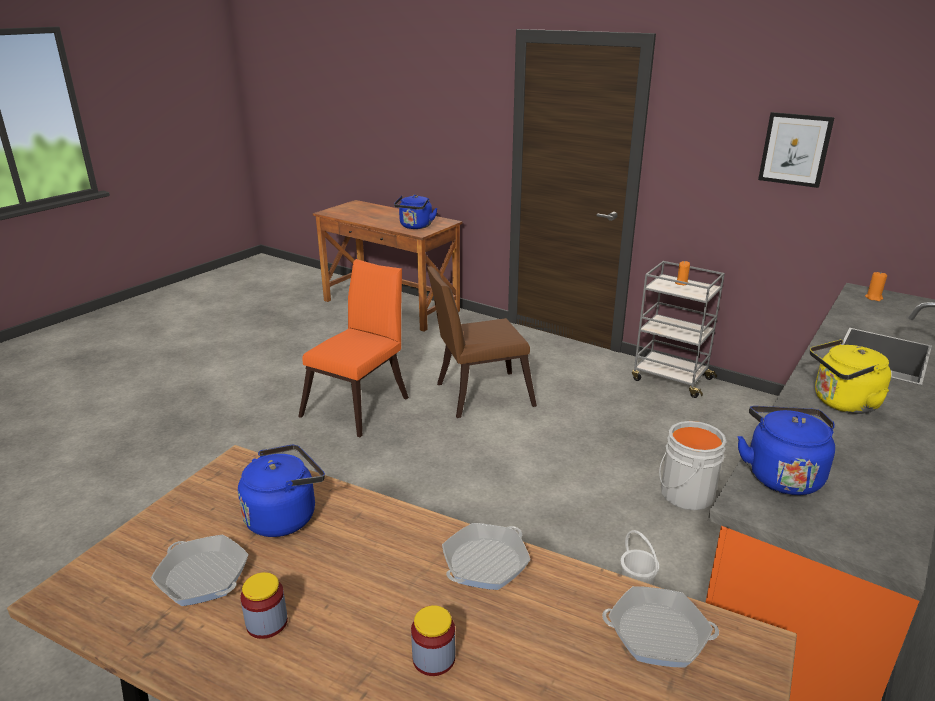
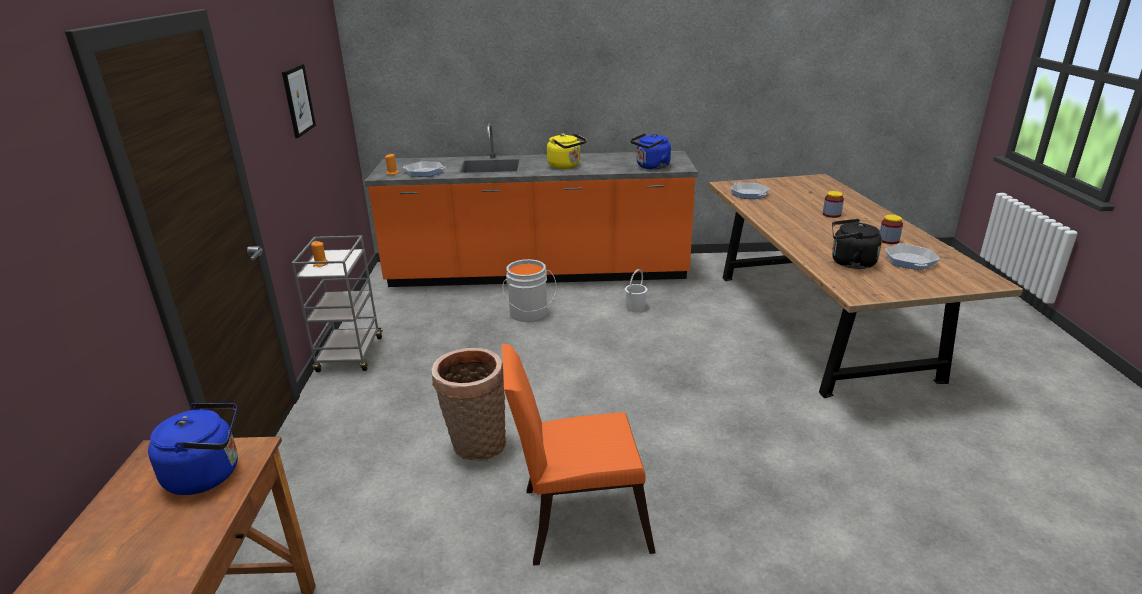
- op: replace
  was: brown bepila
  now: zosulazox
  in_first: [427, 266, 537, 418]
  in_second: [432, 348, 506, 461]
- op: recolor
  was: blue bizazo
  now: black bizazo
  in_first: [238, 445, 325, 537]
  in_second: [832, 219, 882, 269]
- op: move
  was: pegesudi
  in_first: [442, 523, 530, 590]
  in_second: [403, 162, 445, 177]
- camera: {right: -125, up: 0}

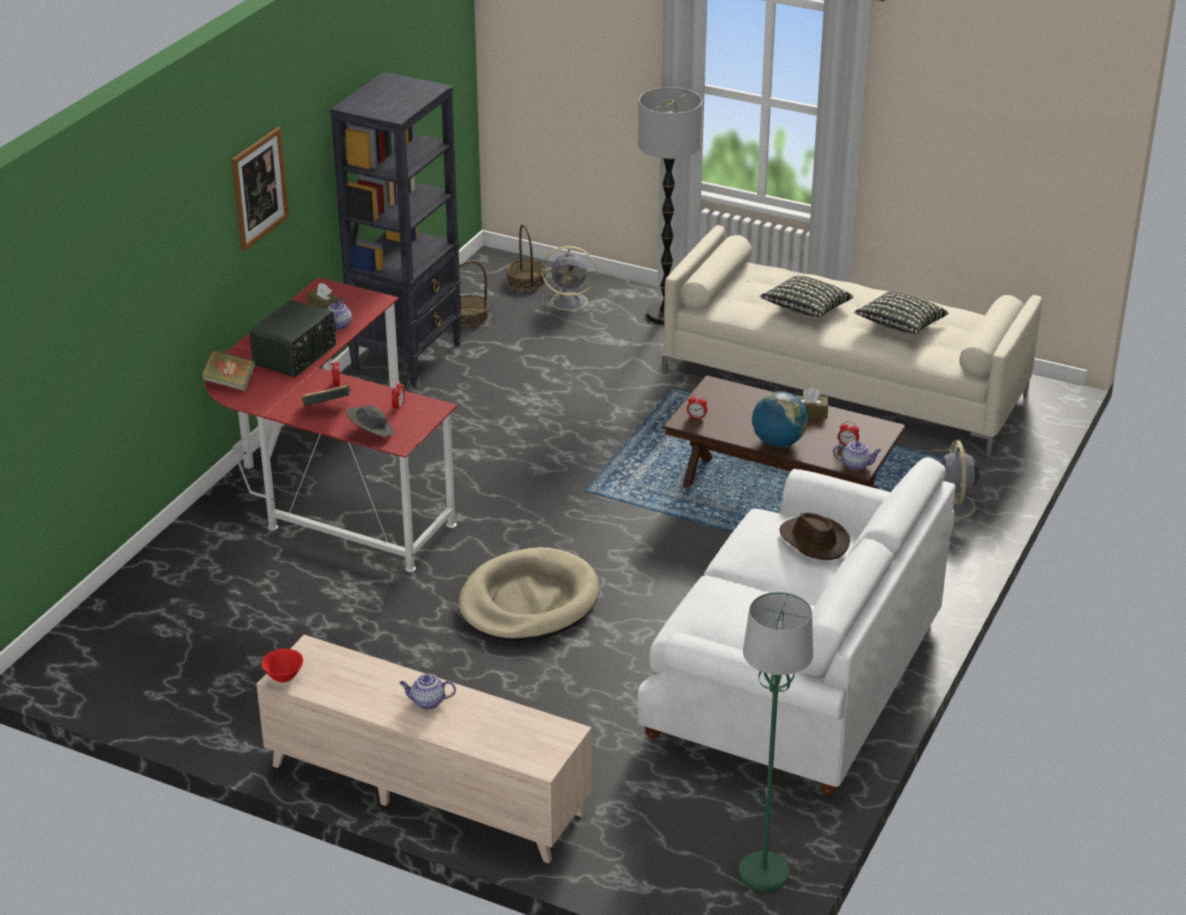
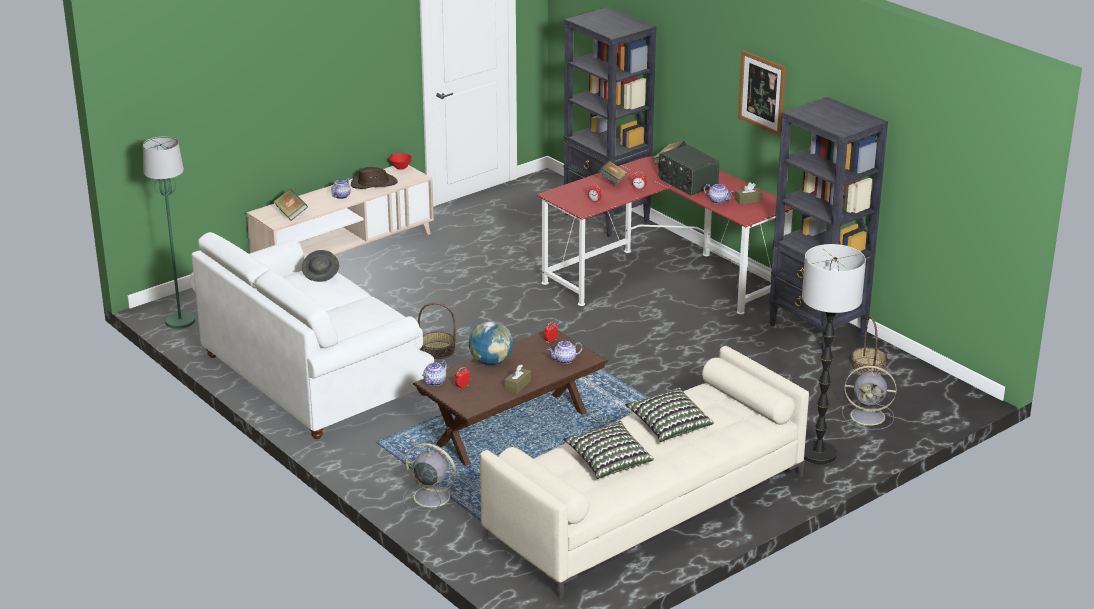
- op: move
  was: zosulazox
  in_first: [507, 224, 546, 291]
  in_second: [418, 303, 456, 359]
- op: rotate
  was: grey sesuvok
  in_first: [542, 246, 597, 315]
  in_second: [842, 366, 897, 430]
  clockwise: -105
- op: move
  was: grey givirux
  in_first: [346, 405, 394, 437]
  in_second: [302, 250, 339, 282]
- op: move
  was: brown givirux
  in_first: [780, 513, 850, 560]
  in_second: [351, 167, 398, 189]
- op: delete
  was: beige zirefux
  in_first: [458, 547, 599, 641]
- op: insert
  now: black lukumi
  in_second: [564, 7, 656, 237]
- op: insert
  now: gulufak
  in_second: [273, 189, 308, 221]
- op: insert
  now: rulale
  in_second: [547, 341, 583, 364]
- camera: {right: 115, up: -5}

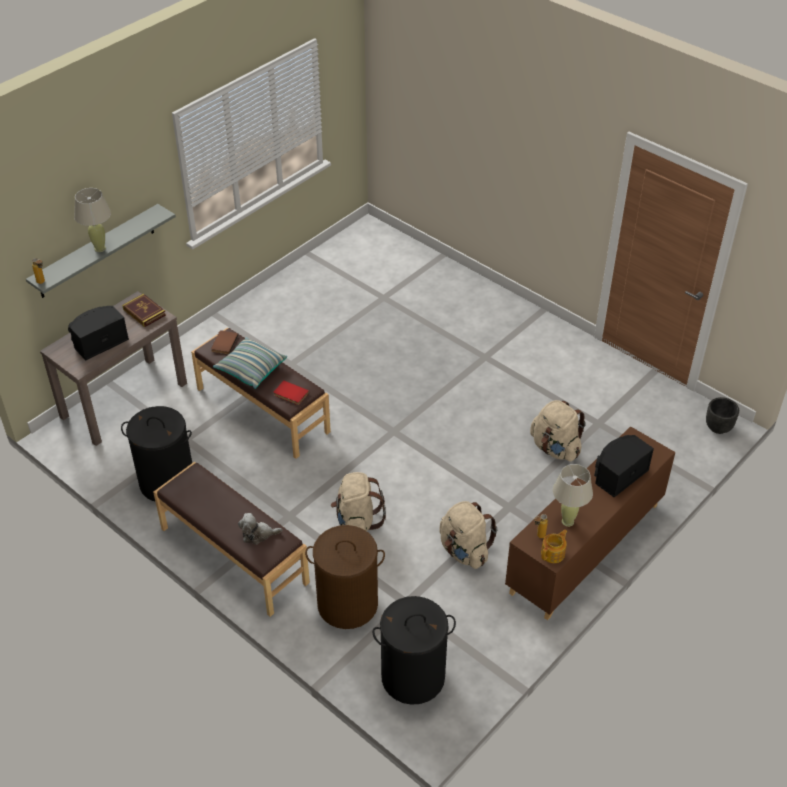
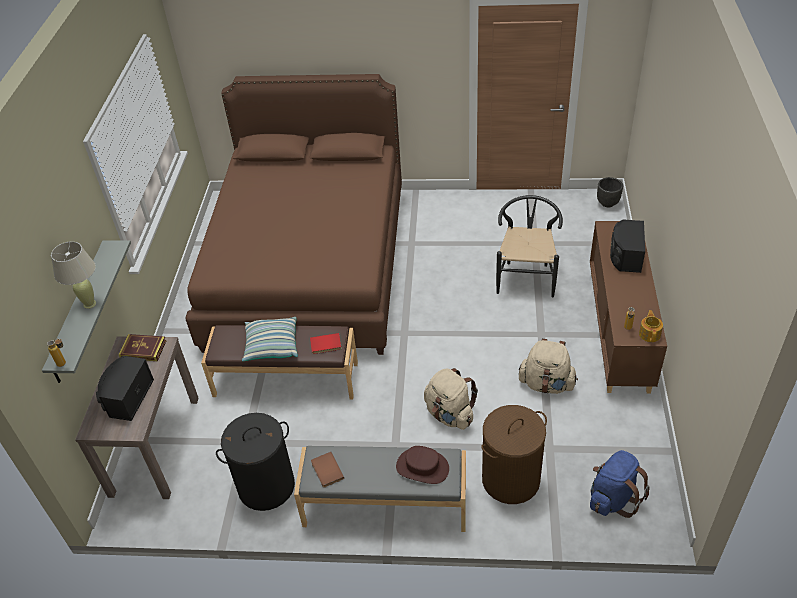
- op: move
  was: brown gulufak
  in_first: [211, 330, 238, 355]
  in_second: [311, 452, 344, 487]
- op: replace
  was: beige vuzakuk
  now: black bepila
  in_first: [530, 400, 586, 462]
  in_second: [496, 195, 563, 298]
- op: recolor
  was: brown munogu
  now: grey munogu
  in_first: [153, 462, 310, 617]
  in_second: [294, 446, 466, 532]
- op: delete
  was: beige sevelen
  in_first: [553, 464, 593, 527]
- op: replace
  was: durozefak
  now: brown givirux
  in_first: [238, 513, 282, 545]
  in_second: [396, 446, 449, 484]
- op: replace
  was: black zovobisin
  now: blue vuzakuk
  in_first: [373, 596, 456, 705]
  in_second: [590, 450, 650, 518]
- op: insert
  now: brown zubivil
  in_second: [185, 74, 402, 355]
- camera: {right: -35, up: 0}

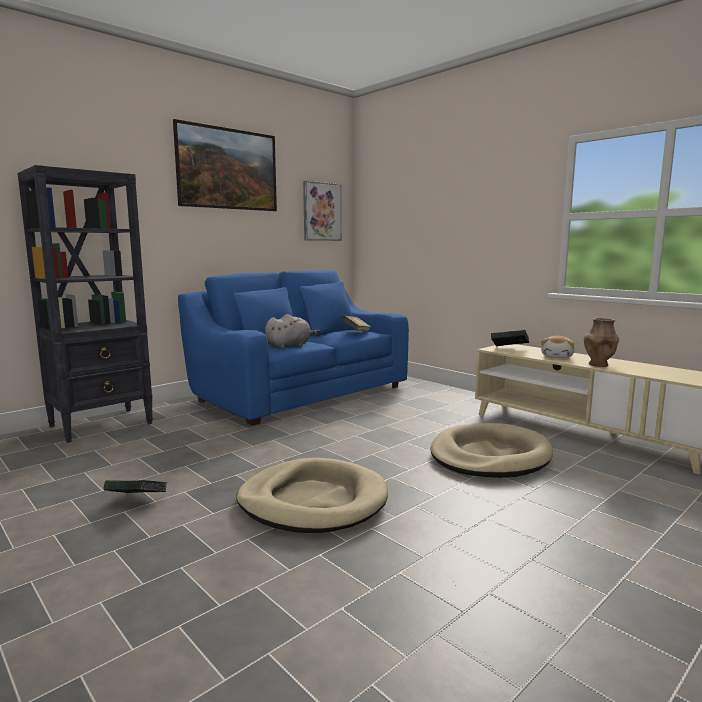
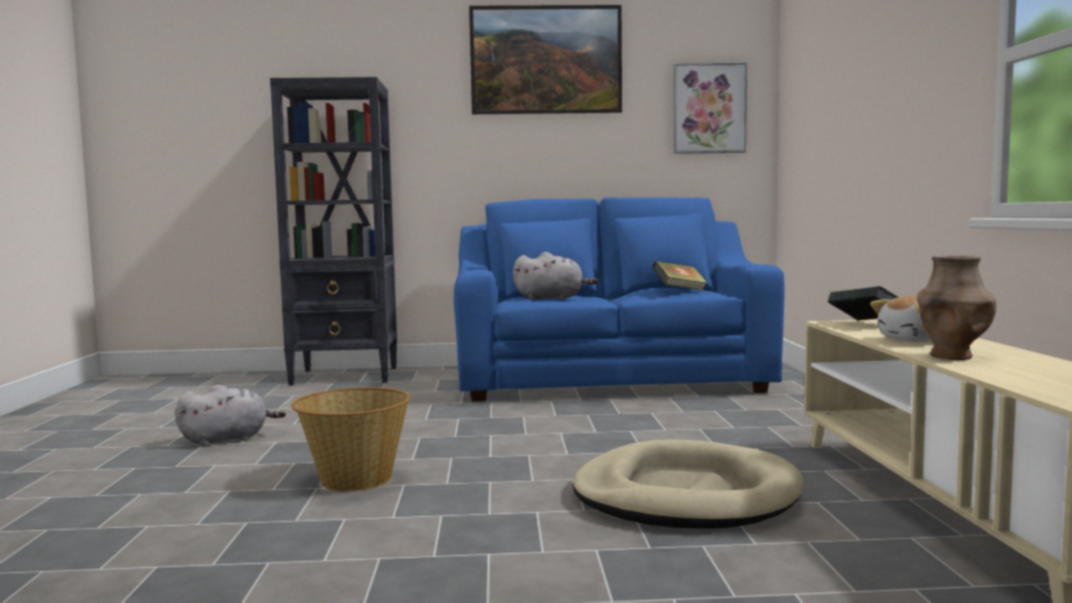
- op: replace
  was: beige zirefux
  now: zosulazox
  in_first: [237, 458, 388, 533]
  in_second: [291, 387, 410, 492]
- op: replace
  was: gulufak
  now: grey durozefak
  in_first: [103, 480, 167, 493]
  in_second: [175, 385, 286, 447]
- camera: {right: 40, up: -5}

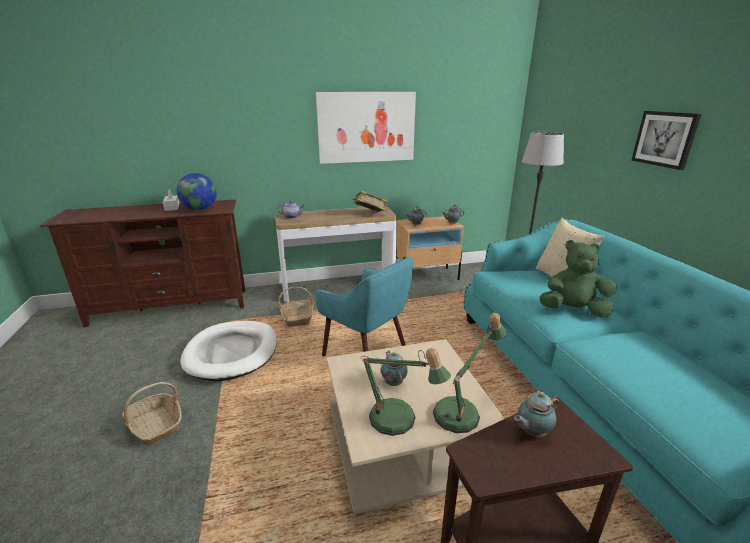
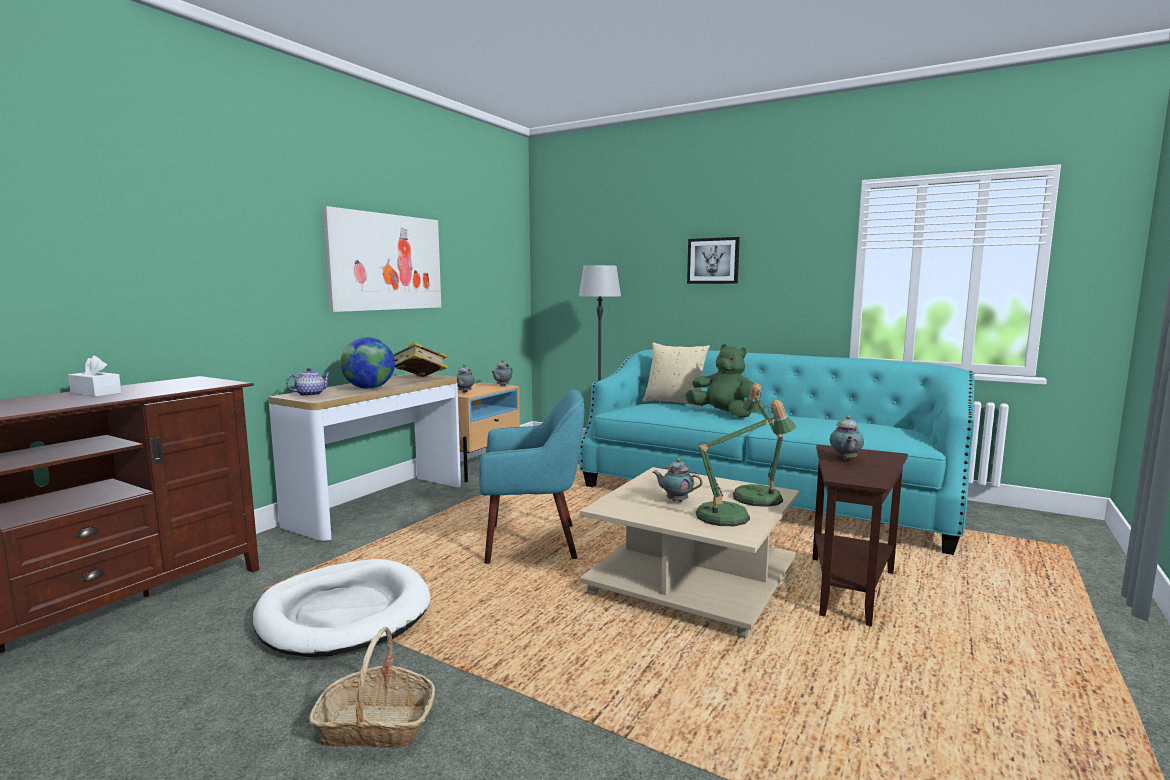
- op: move
  was: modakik
  in_first: [177, 173, 217, 210]
  in_second: [340, 337, 395, 389]
- op: rotate
  was: green durozefak
  in_first: [539, 240, 617, 318]
  in_second: [685, 344, 755, 418]
  clockwise: 75
- op: delete
  was: zosulazox
  in_first: [278, 287, 314, 327]
- camera: {right: -45, up: -15}

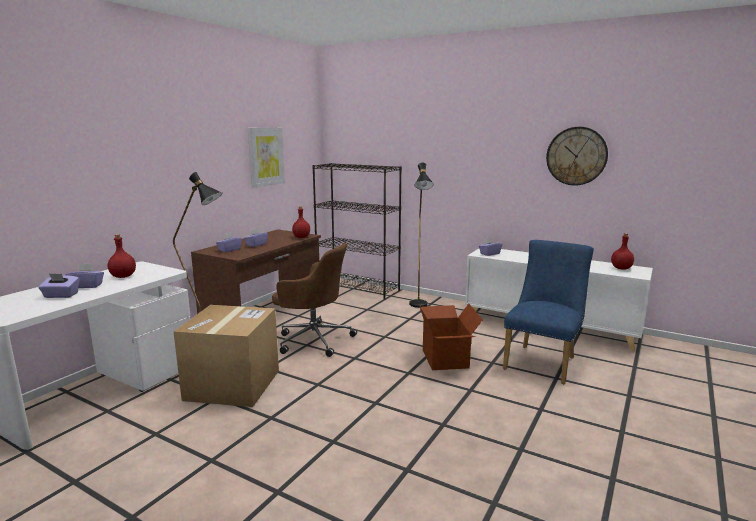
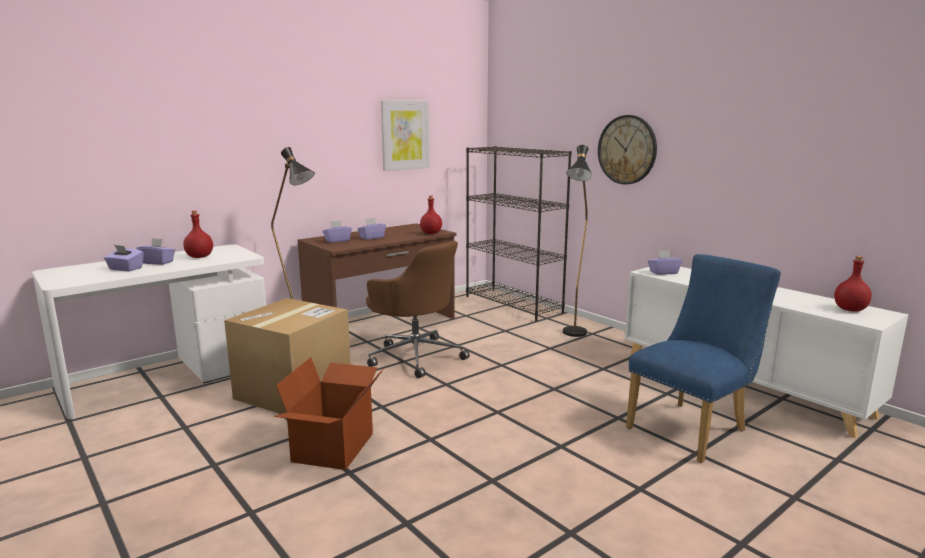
- op: move
  was: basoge
  in_first: [546, 127, 608, 186]
  in_second: [598, 115, 657, 184]
- op: move
  was: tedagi
  in_first: [418, 303, 482, 370]
  in_second: [273, 357, 384, 470]
- camera: {right: 20, up: 0}

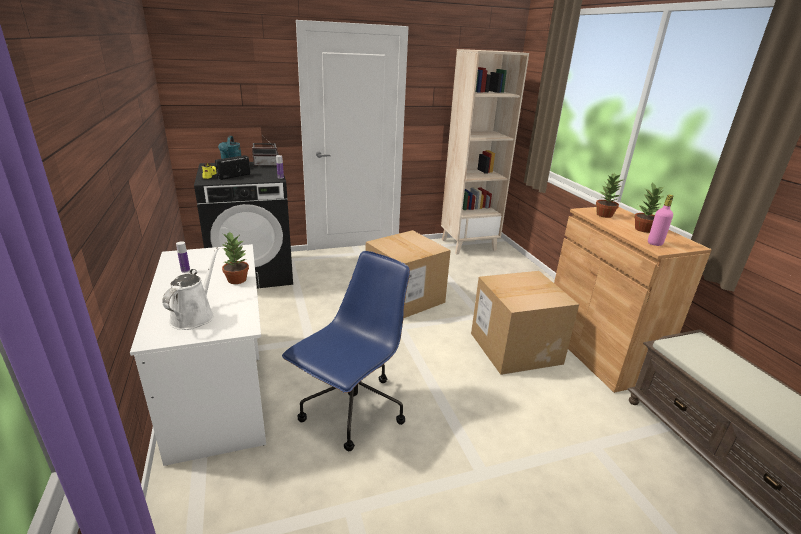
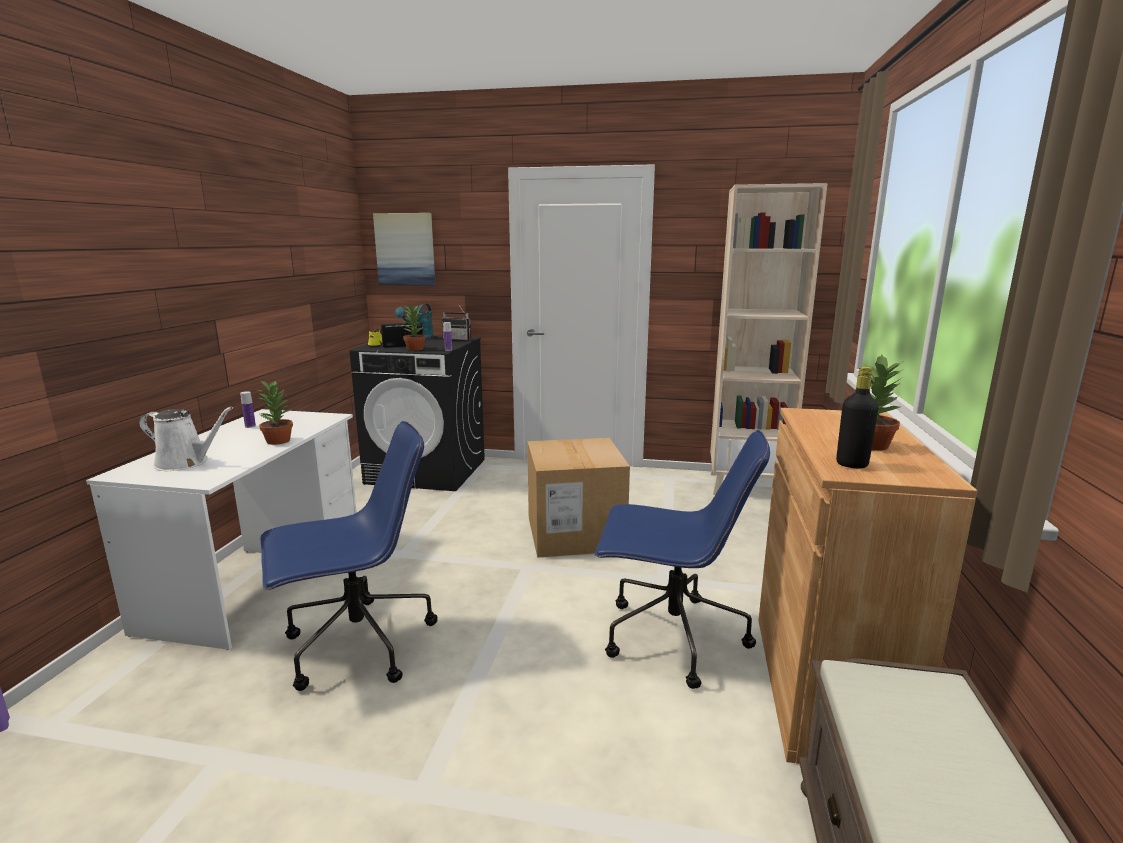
- op: move
  was: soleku
  in_first: [596, 172, 623, 218]
  in_second: [403, 305, 426, 351]
- op: recolor
  was: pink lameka
  now: black lameka
  in_first: [648, 195, 673, 246]
  in_second: [836, 366, 879, 468]
- op: rotate
  was: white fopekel
  in_first: [162, 247, 219, 330]
  in_second: [139, 407, 233, 471]
  clockwise: 60
- op: replace
  was: tedagi
  now: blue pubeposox
  in_first: [471, 271, 579, 375]
  in_second: [595, 430, 770, 689]
- op: insert
  now: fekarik
  in_second: [373, 213, 436, 286]
- camera: {right: 30, up: -10}

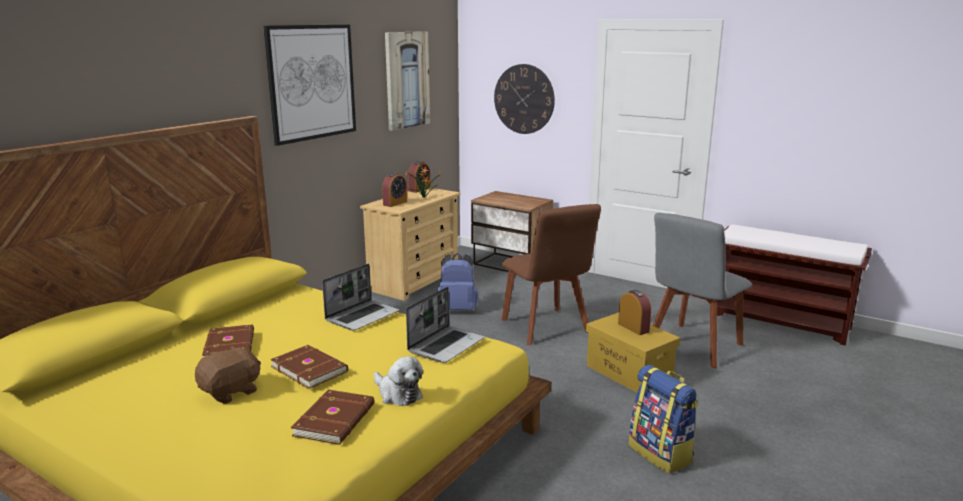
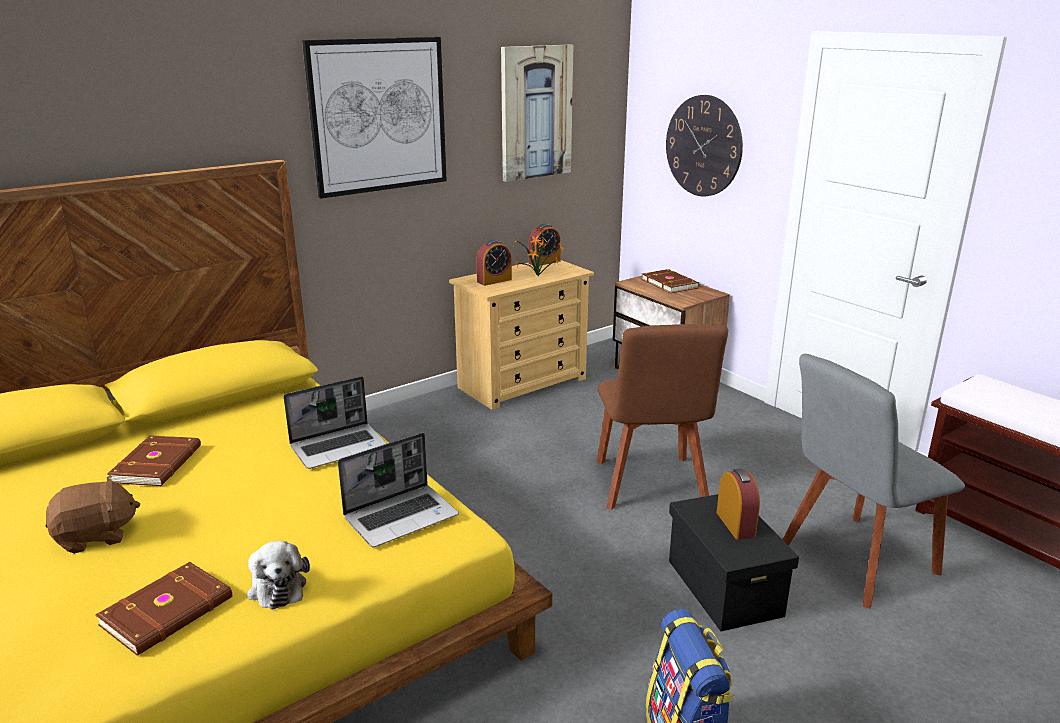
- op: delete
  was: blue vuzakuk
  in_first: [437, 253, 478, 310]
- op: recolor
  was: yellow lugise
  now: black lugise
  in_first: [586, 312, 680, 393]
  in_second: [669, 494, 799, 631]
- op: move
  was: brown gulufak
  in_first: [270, 345, 348, 389]
  in_second: [641, 269, 699, 293]
- camera: {right: 20, up: 5}

